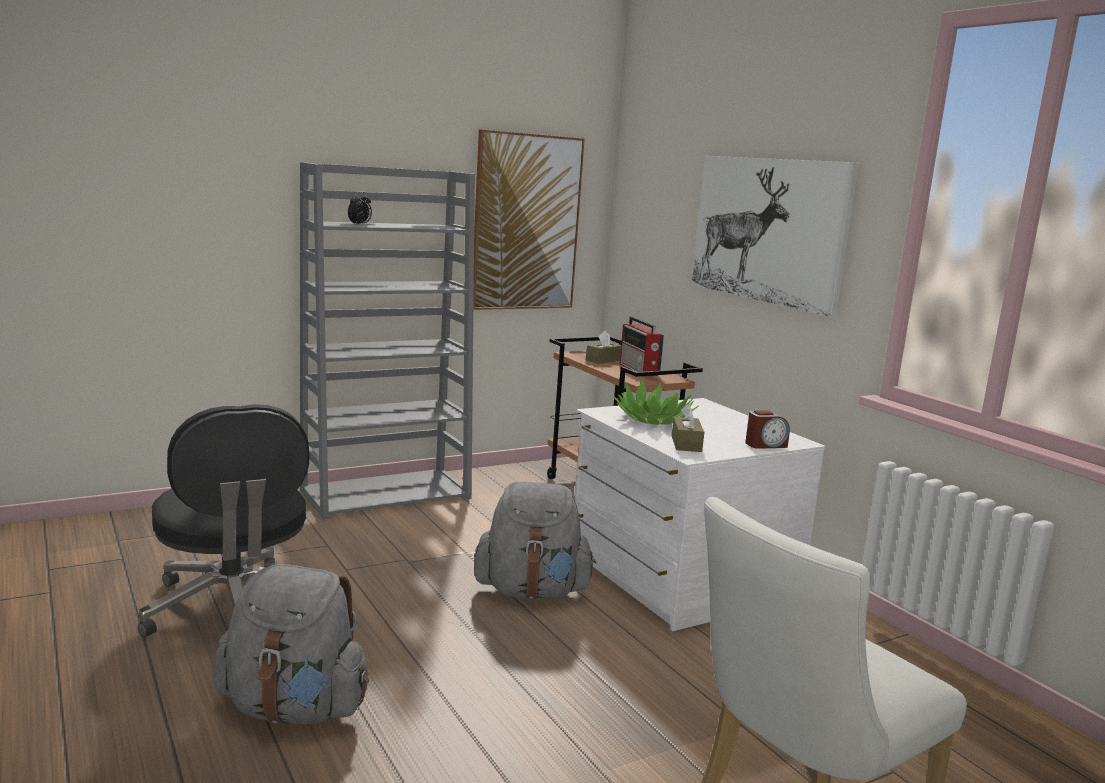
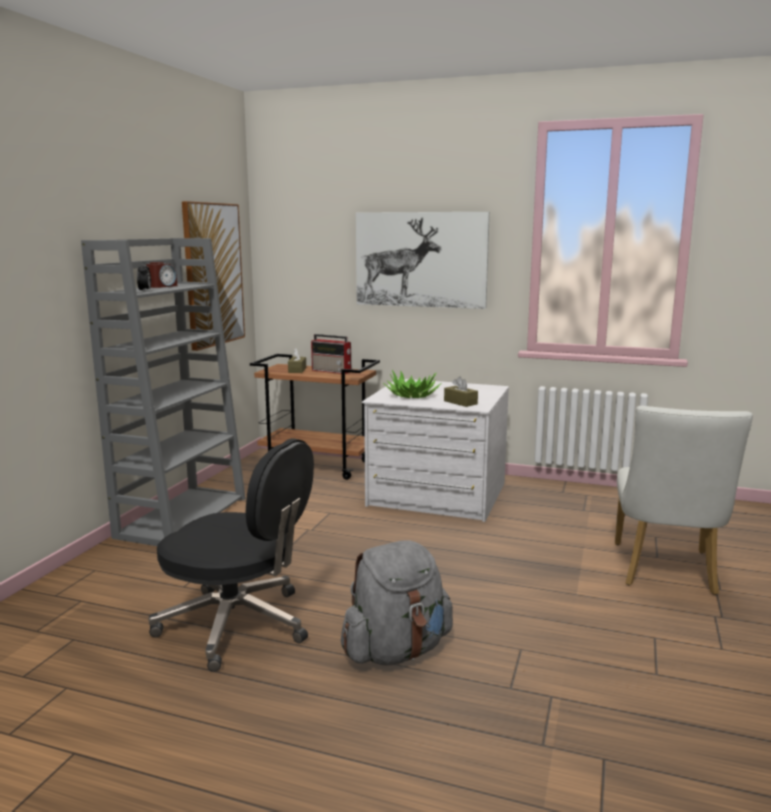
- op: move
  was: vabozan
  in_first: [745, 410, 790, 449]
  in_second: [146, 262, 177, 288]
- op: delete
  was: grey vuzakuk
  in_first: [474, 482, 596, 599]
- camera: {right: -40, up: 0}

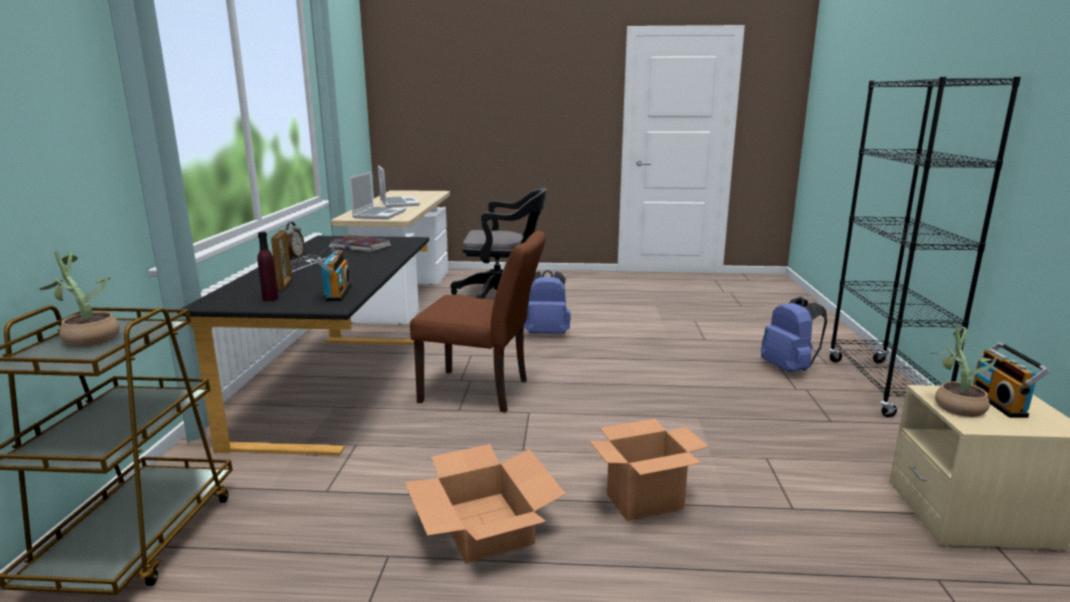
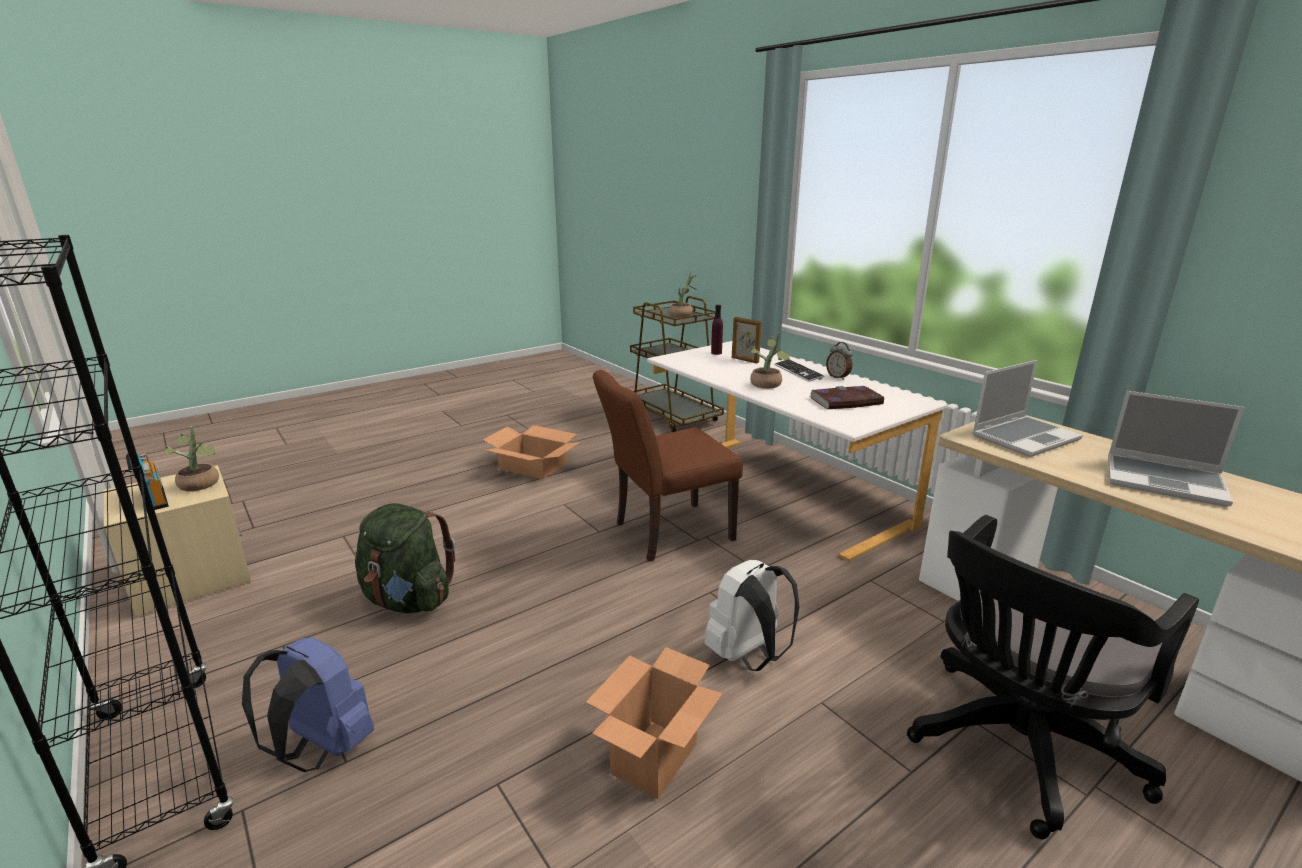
- op: rotate
  was: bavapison
  in_first: [349, 172, 406, 219]
  in_second: [972, 360, 1083, 457]
  clockwise: -90
- op: recolor
  was: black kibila
  now: white kibila
  in_first: [177, 236, 429, 456]
  in_second: [647, 341, 948, 562]
- op: delete
  was: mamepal
  in_first: [315, 245, 351, 301]
- op: recolor
  was: blue vuzakuk
  now: white vuzakuk
  in_first: [524, 270, 571, 334]
  in_second: [705, 560, 800, 671]
- op: move
  was: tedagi
  in_first: [589, 419, 709, 521]
  in_second: [586, 647, 723, 799]
- op: insert
  now: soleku
  in_second: [750, 333, 790, 389]
- op: insert
  now: green vuzakuk
  in_second: [355, 503, 455, 613]
- camera: {right: 140, up: 5}

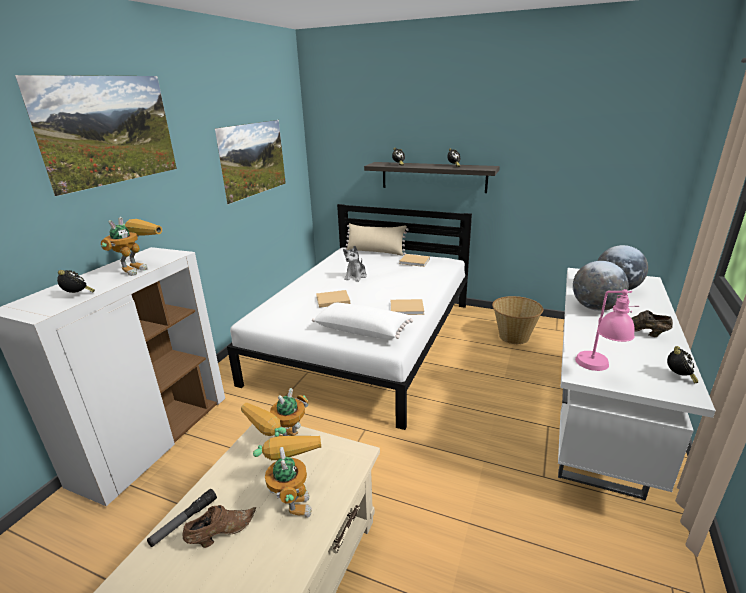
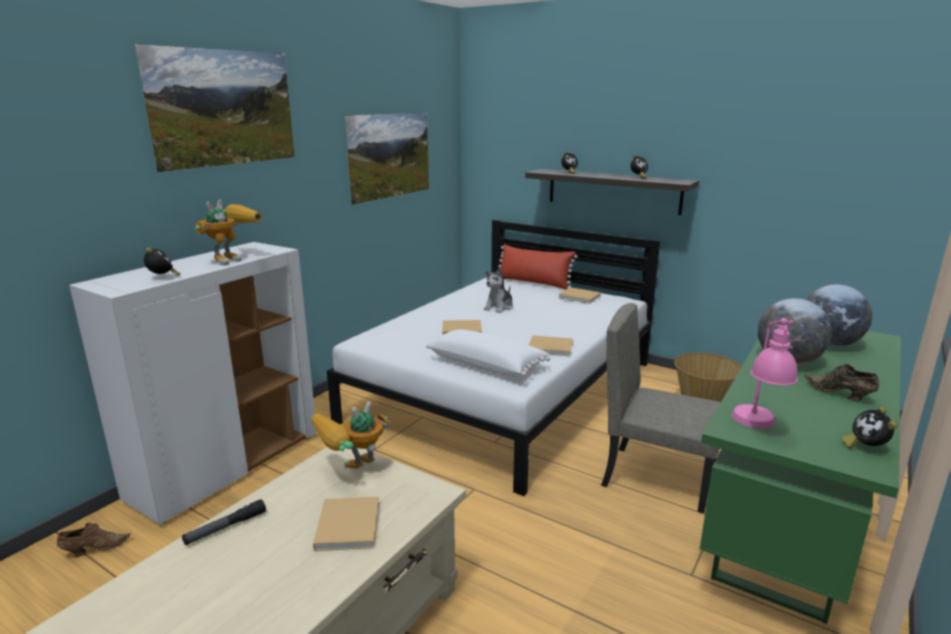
- op: recolor
  was: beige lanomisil
  now: red lanomisil
  in_first: [345, 223, 409, 256]
  in_second: [499, 244, 578, 289]
- op: recolor
  was: white kibila
  now: green kibila
  in_first: [558, 268, 716, 500]
  in_second: [700, 331, 901, 624]
- op: rotate
  was: vabozan
  in_first: [667, 346, 698, 383]
  in_second: [841, 407, 898, 449]
  clockwise: 135
- op: replace
  was: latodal
  now: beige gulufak
  in_first: [253, 436, 321, 518]
  in_second: [313, 497, 379, 551]
- op: move
  was: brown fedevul
  in_first: [182, 505, 256, 548]
  in_second: [57, 523, 131, 557]
- op: insert
  now: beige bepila
  in_second: [601, 303, 721, 513]
- camera: {right: 10, up: -5}

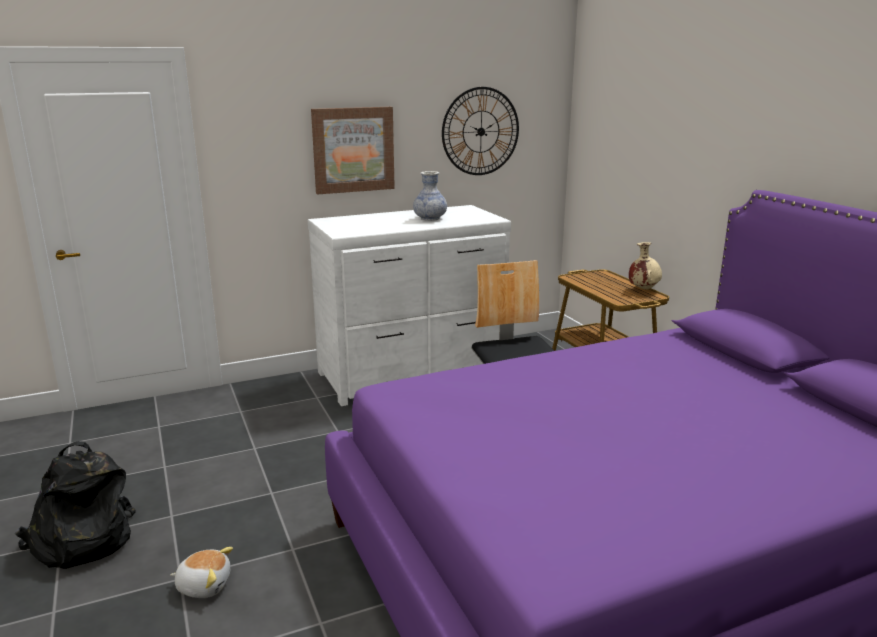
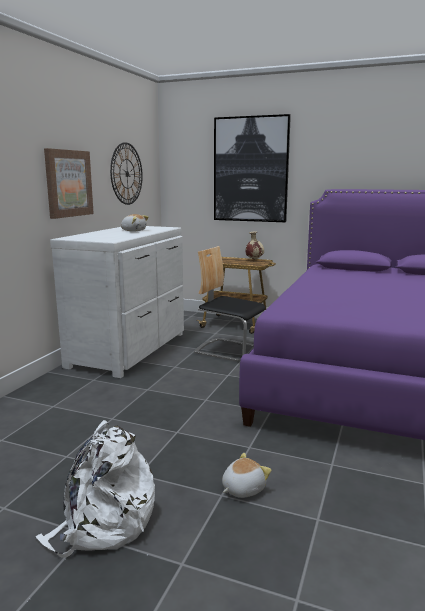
- op: replace
  was: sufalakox
  now: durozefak
  in_first: [413, 171, 447, 221]
  in_second: [121, 214, 149, 231]
- op: recolor
  was: black vuzakuk
  now: white vuzakuk
  in_first: [15, 441, 136, 569]
  in_second: [36, 420, 155, 558]
- op: insert
  now: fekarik
  in_second: [214, 114, 291, 222]
- camera: {right: -45, up: -5}

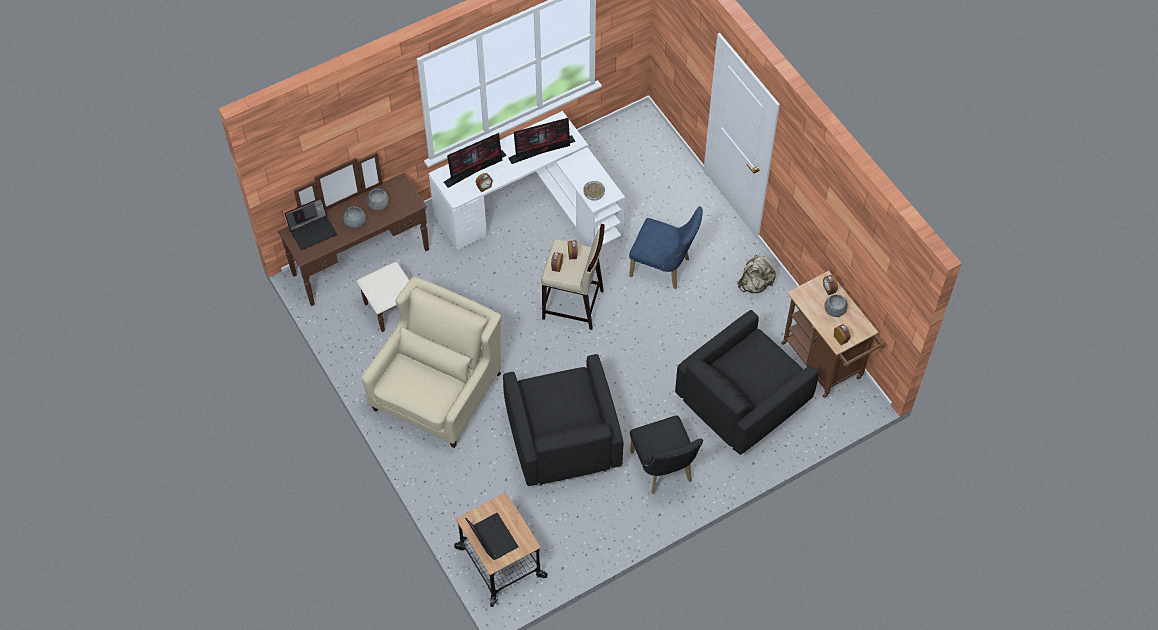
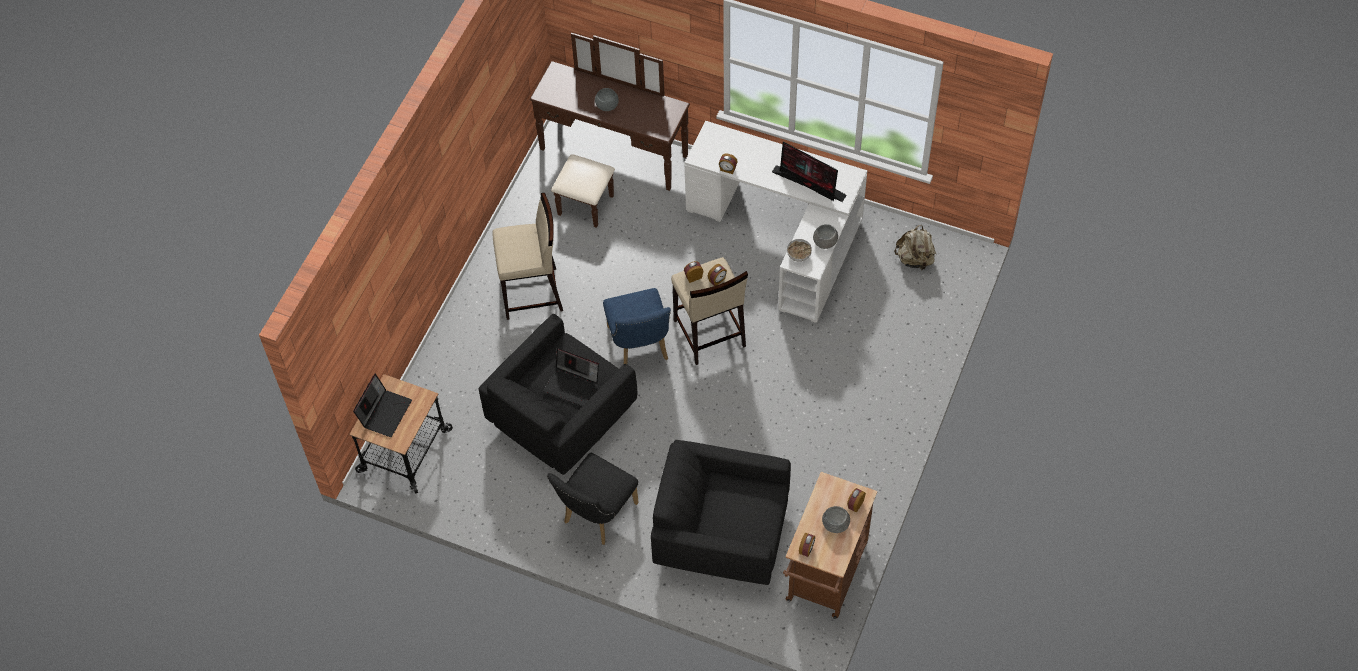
- op: delete
  was: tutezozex
  in_first: [444, 133, 507, 188]
- op: move
  was: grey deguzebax
  in_first: [367, 189, 389, 211]
  in_second: [813, 224, 838, 249]
- op: move
  was: bavapison
  in_first: [285, 198, 337, 250]
  in_second: [544, 348, 599, 406]
- op: move
  was: blue bepila
  in_first: [629, 206, 703, 289]
  in_second: [603, 288, 671, 364]
- op: move
  was: beige vuzakuk
  in_first: [738, 255, 776, 293]
  in_second: [894, 225, 937, 271]
- op: replace
  was: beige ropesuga
  now: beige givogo
  in_first: [361, 277, 501, 448]
  in_second: [492, 193, 563, 320]
- camera: {right: 55, up: 0}

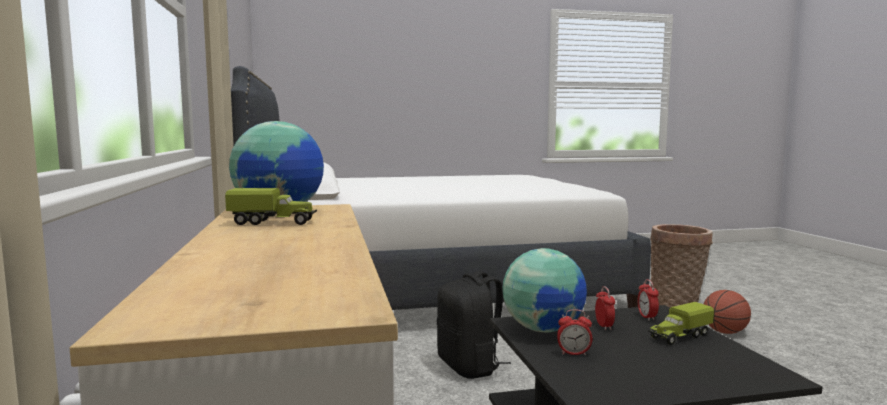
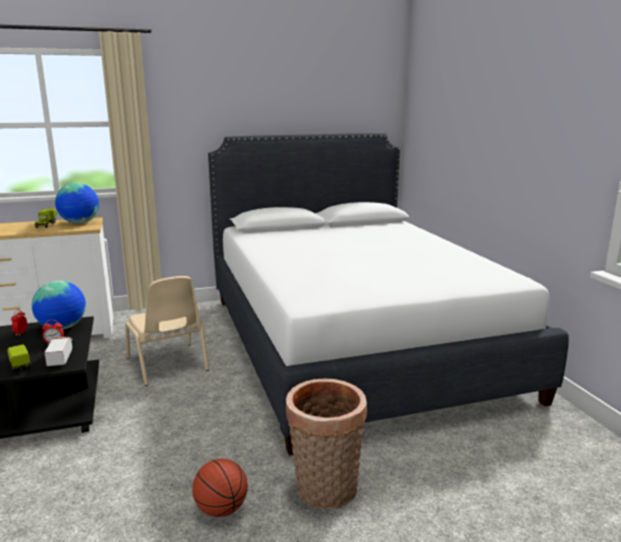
- op: replace
  was: black vuzakuk
  now: beige bepila
  in_first: [437, 271, 511, 379]
  in_second: [125, 276, 209, 386]
- op: replace
  was: vabozan
  now: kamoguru
  in_first: [638, 279, 659, 321]
  in_second: [44, 337, 73, 366]
- camera: {right: 85, up: 10}

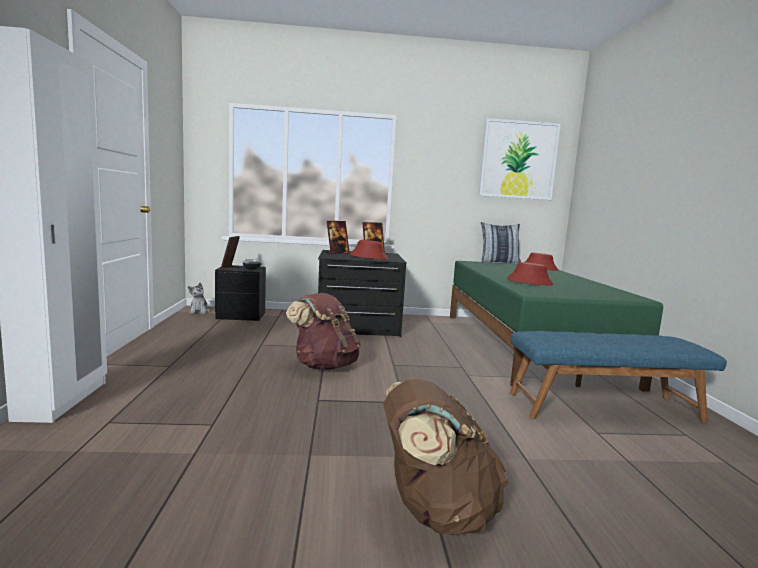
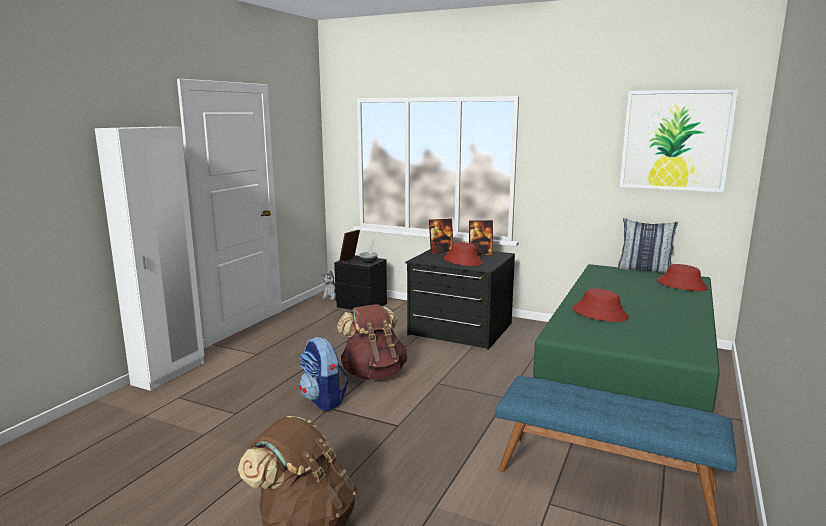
- op: insert
  now: vuzakuk
  in_second: [299, 337, 348, 411]
- camera: {right: 30, up: 5}

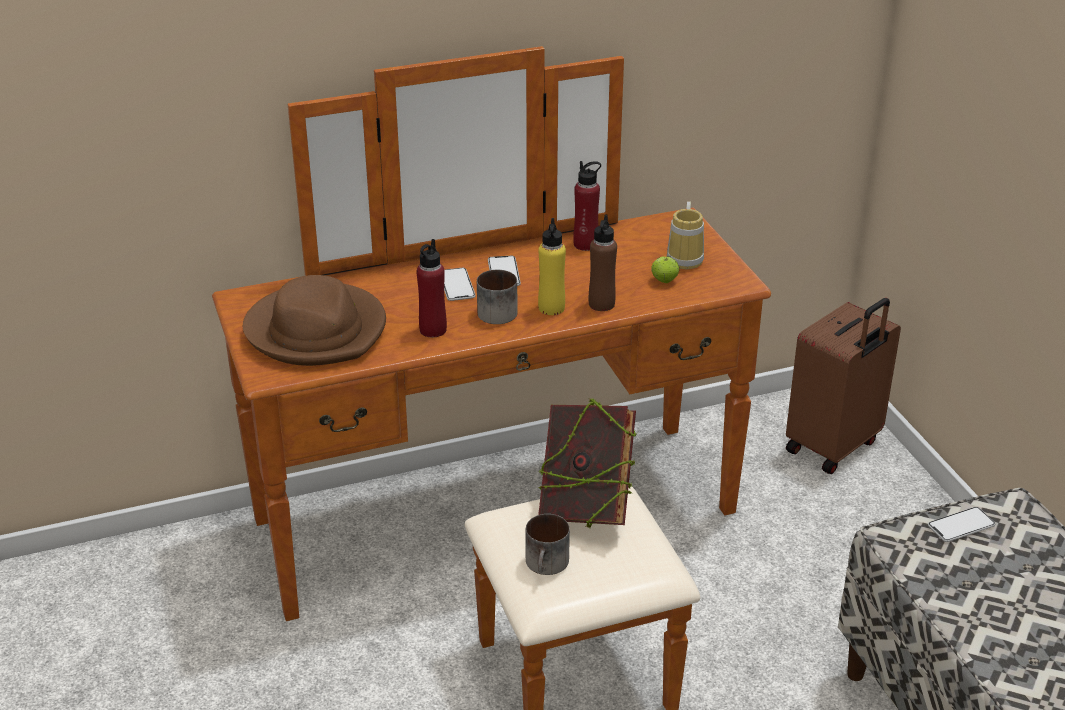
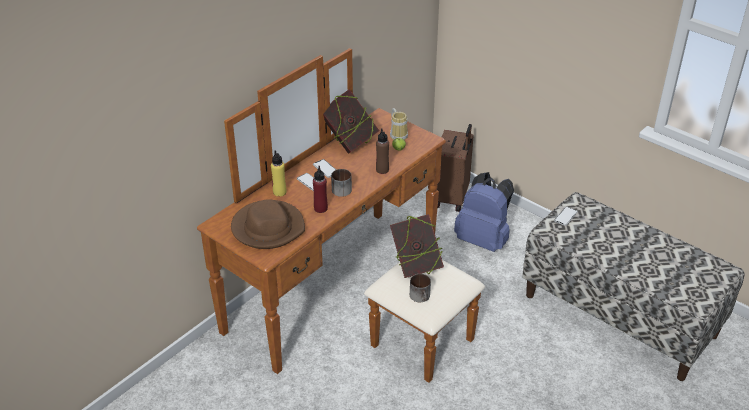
- op: replace
  was: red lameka
  now: gulufak
  in_first: [573, 161, 601, 251]
  in_second: [323, 89, 379, 154]
- op: move
  was: yellow lameka
  in_first: [538, 218, 566, 315]
  in_second: [271, 150, 286, 197]
- op: insert
  now: blue vuzakuk
  in_second: [454, 172, 514, 252]
- camera: {right: -30, up: 5}

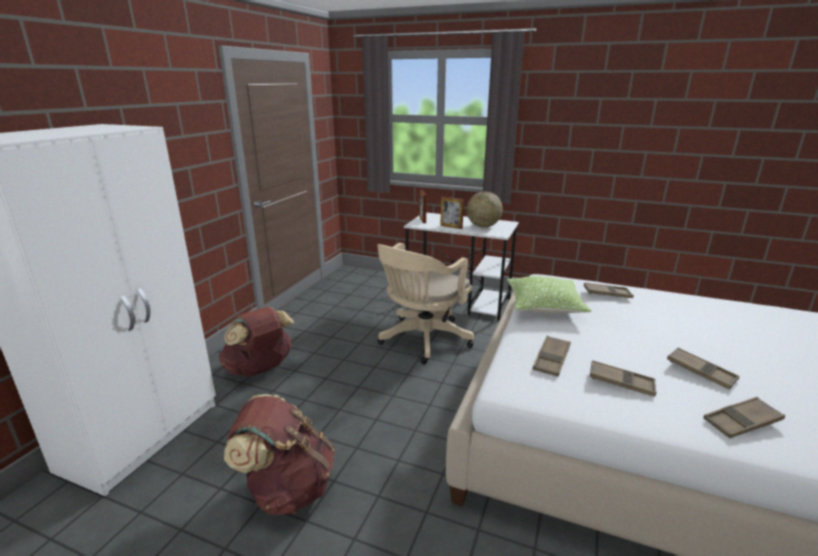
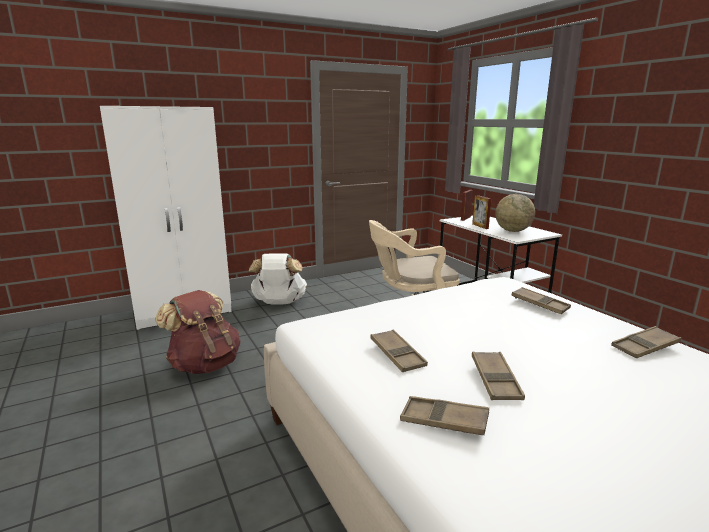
- op: delete
  was: lanomisil
  in_first: [507, 276, 591, 314]
- op: recolor
  was: brown vuzakuk
  now: white vuzakuk
  in_first: [219, 307, 294, 377]
  in_second: [249, 254, 307, 305]
- op: move
  was: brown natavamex
  in_first: [533, 336, 571, 377]
  in_second: [611, 326, 681, 358]
- camera: {right: 40, up: -5}

